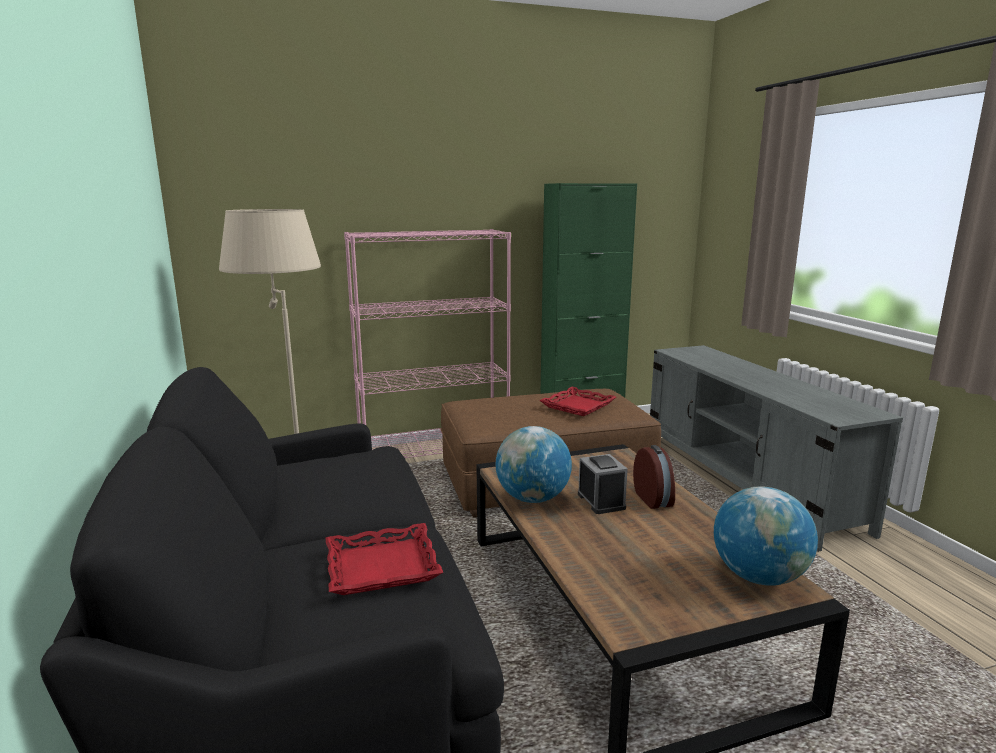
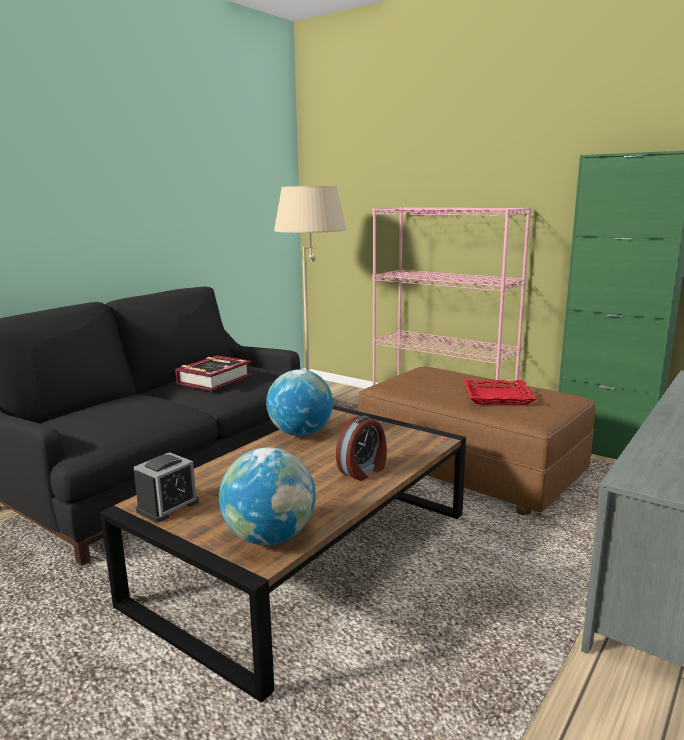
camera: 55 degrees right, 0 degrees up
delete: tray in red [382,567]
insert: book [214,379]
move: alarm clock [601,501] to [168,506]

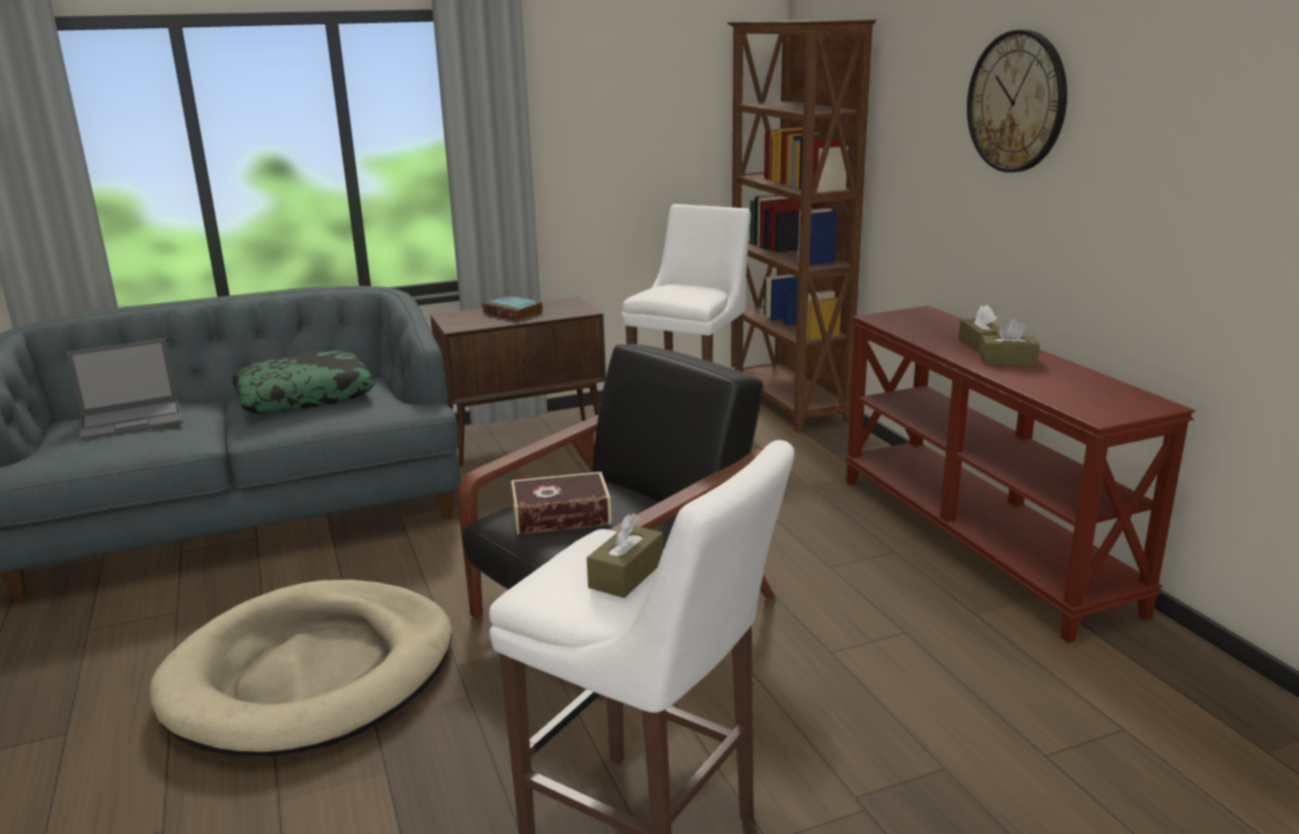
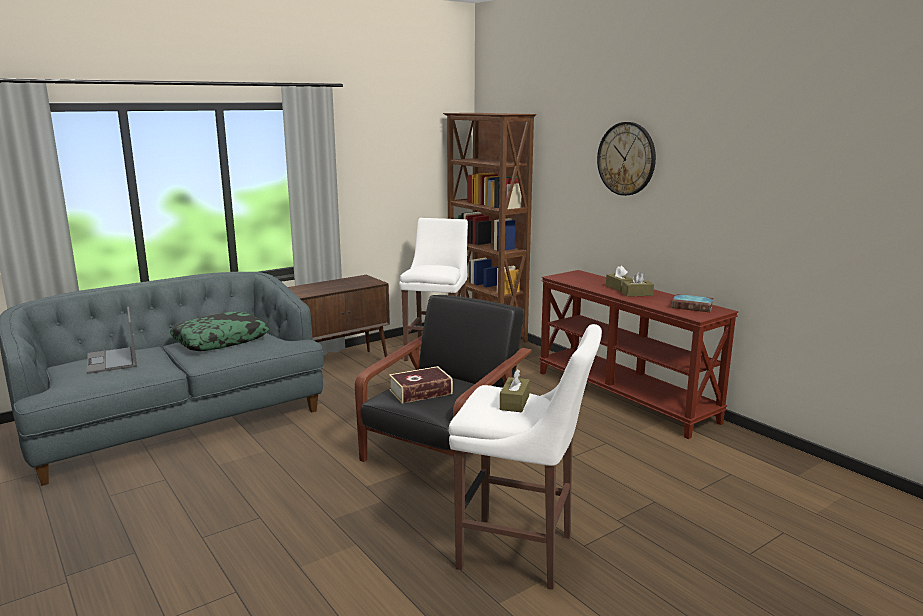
camera: 15 degrees left, 5 degrees down
delete: dog bed in beige [312,674]
move: book [514,312] to [693,306]
rotate: laptop [133,420] = [112,360] 105 degrees clockwise

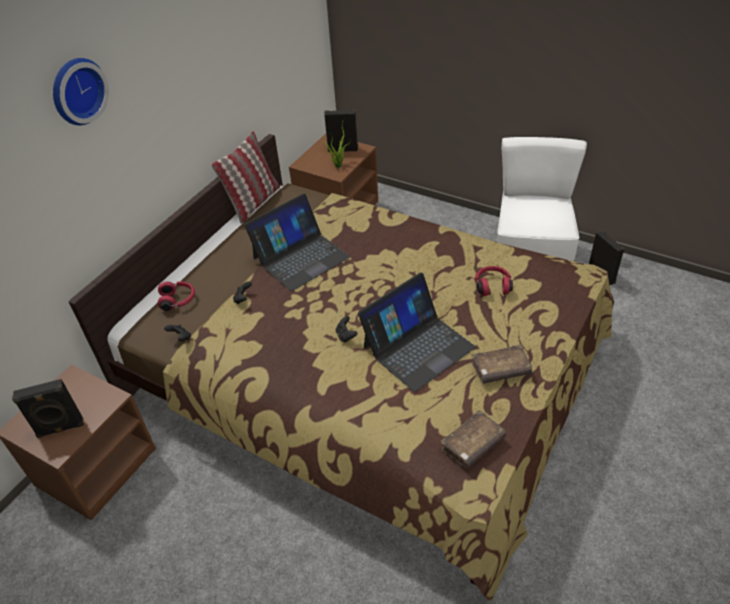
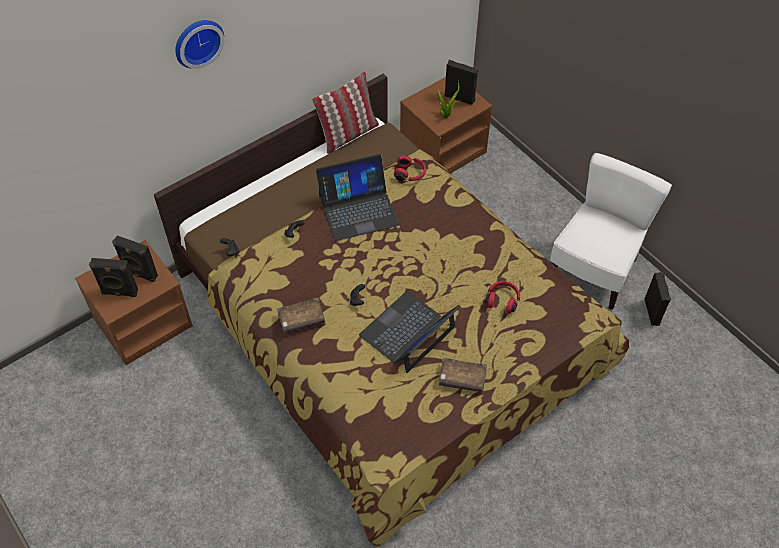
camera: 20 degrees right, 10 degrees up
insert: speaker in black [140,274]
move: book in brown [472,444] to [301,319]; headphones in red [178,300] to [410,174]
rotate: laptop [417,347] = [408,332] 150 degrees clockwise

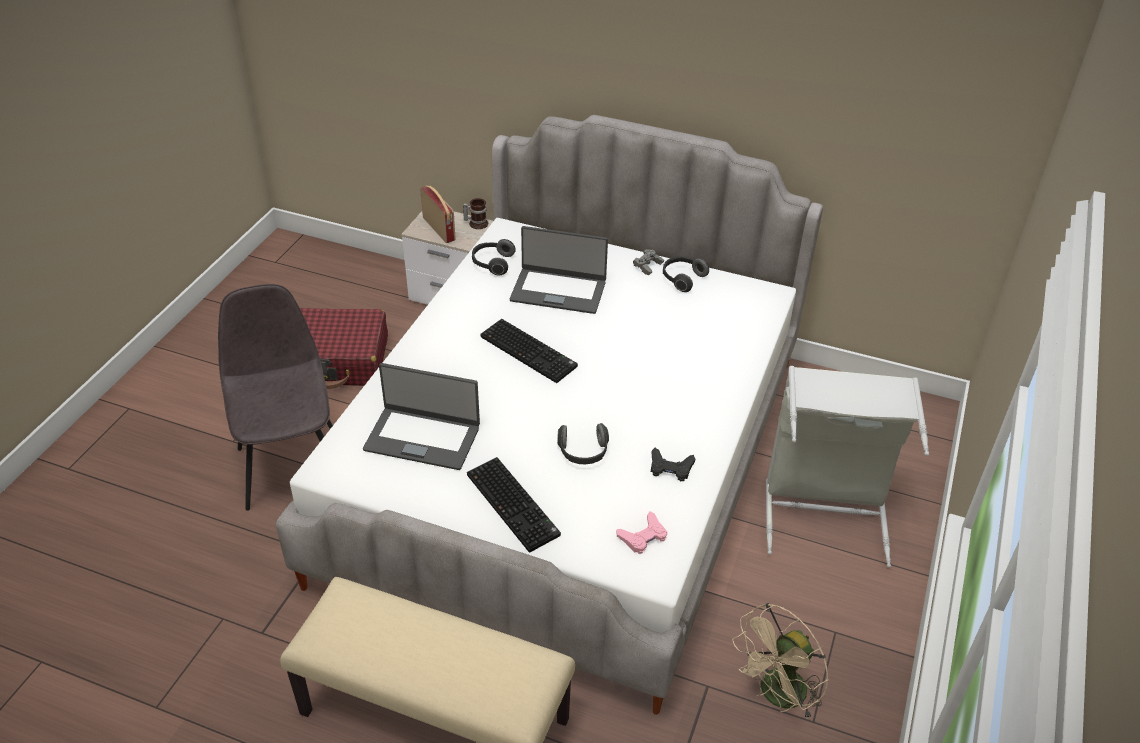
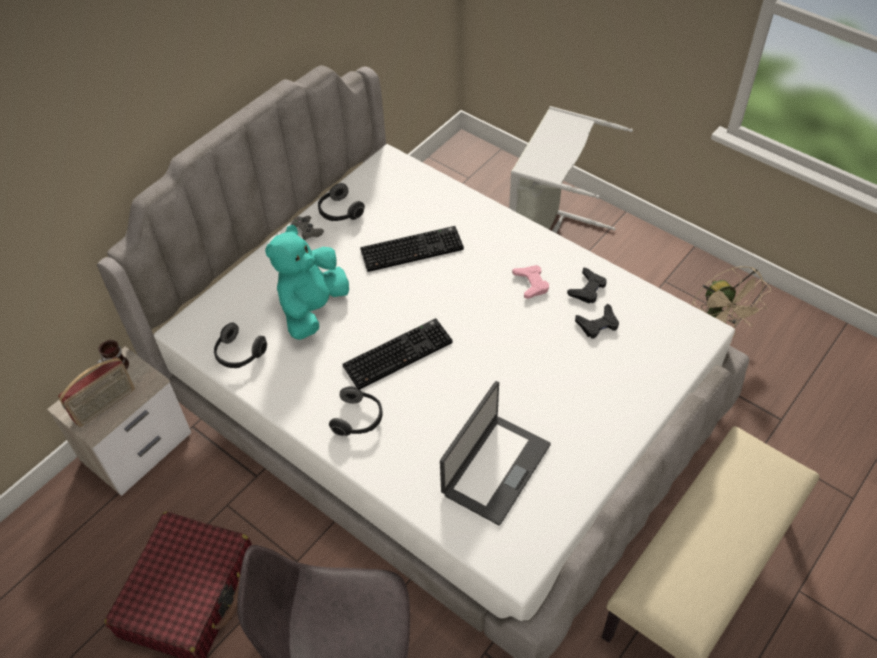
camera: 70 degrees left, 10 degrees up
insert: game controller in black [598,324]
move: headphones [583,453] to [359,419]; keyboard [515,505] to [412,248]; game controller in pink [643,537] to [531,284]
replace: laptop [558,290] to plush toy in turquoise [312,309]
rotate: radio [439,229] = [105,405] 150 degrees clockwise

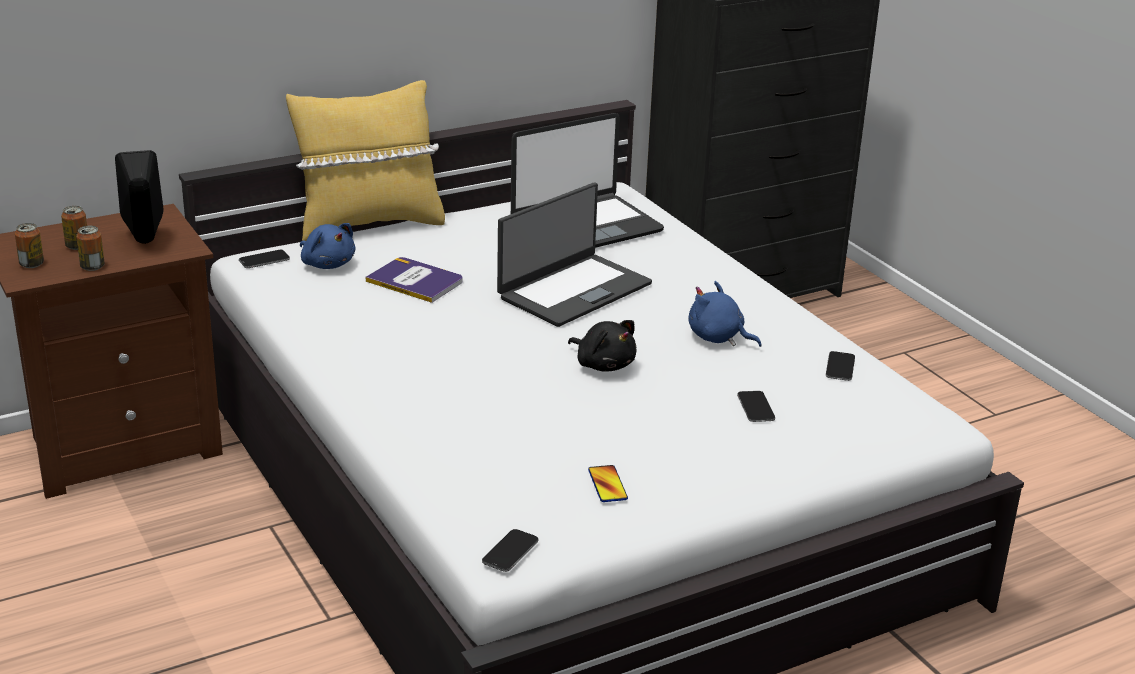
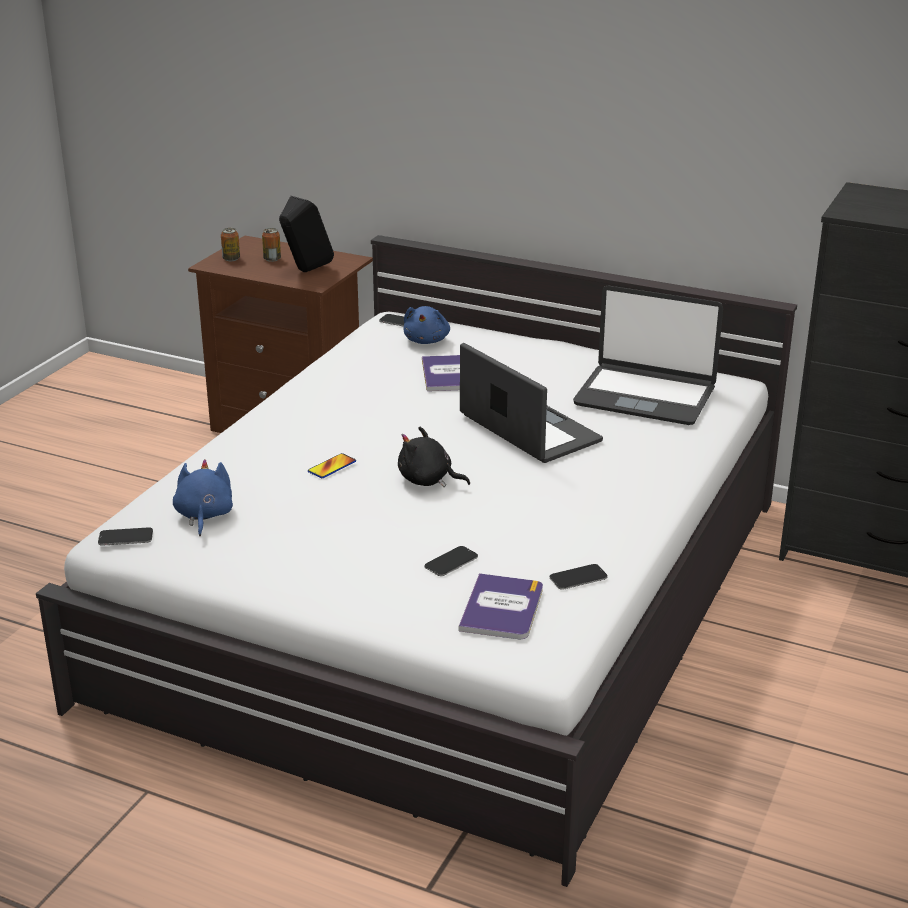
camera: 55 degrees right, 0 degrees up
delete: can [92,267]; pillow in yellow [368,225]
insert: book [502,608]
move: plush toy in blue [718,338] to [204,516]; phone [607,485] to [332,467]
rotate: plush toy in black [603,364] = [428,480] 105 degrees clockwise; laptop [573,290] = [528,429] 135 degrees counterclockwise

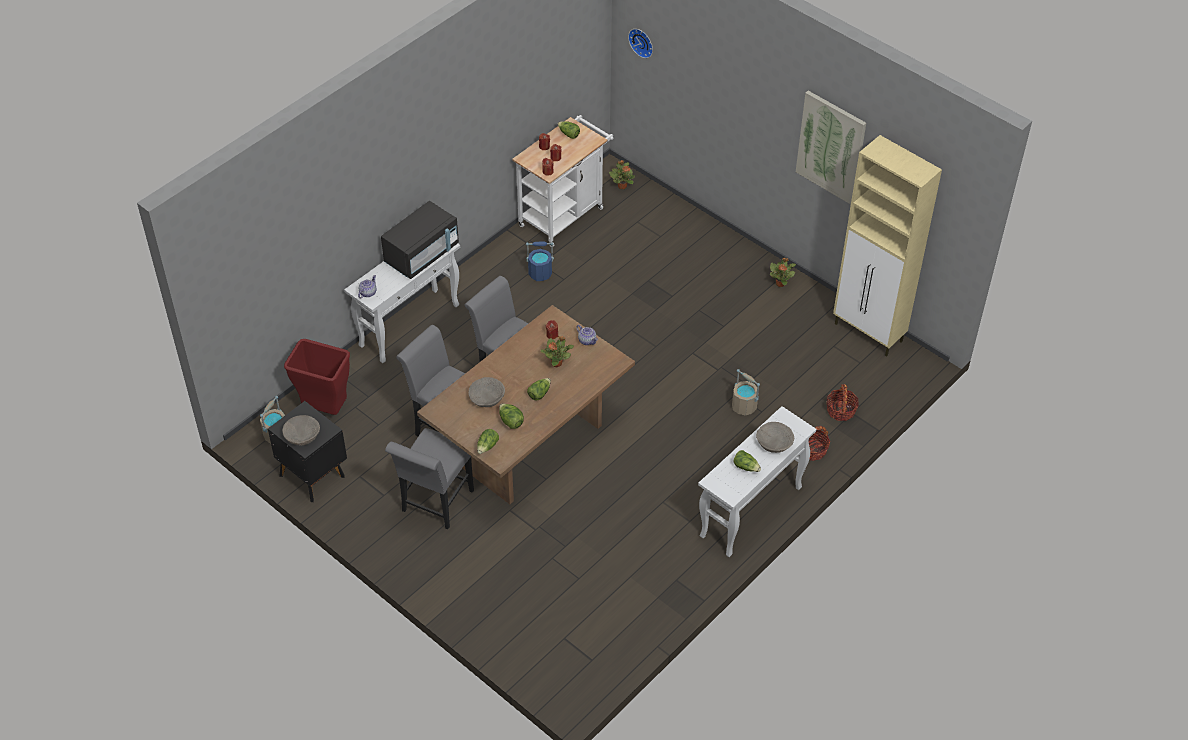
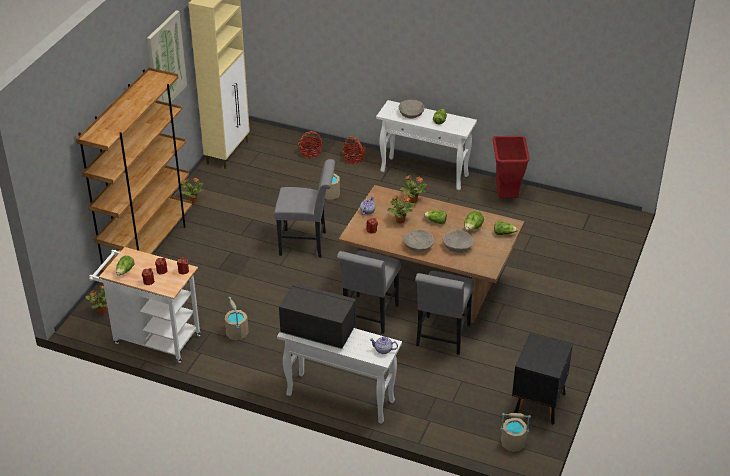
camera: 110 degrees left, 10 degrees down
delete: wall clock [642,42]
insert: bookcase in brown [149,248]; potted plant [412,200]
move: chair in grey [435,504] to [307,243]; bowl in beige [302,435] to [418,246]; trash can in red [325,410] to [507,197]
recolor: bucket in blue [540,273] to bucket in beige [236,333]

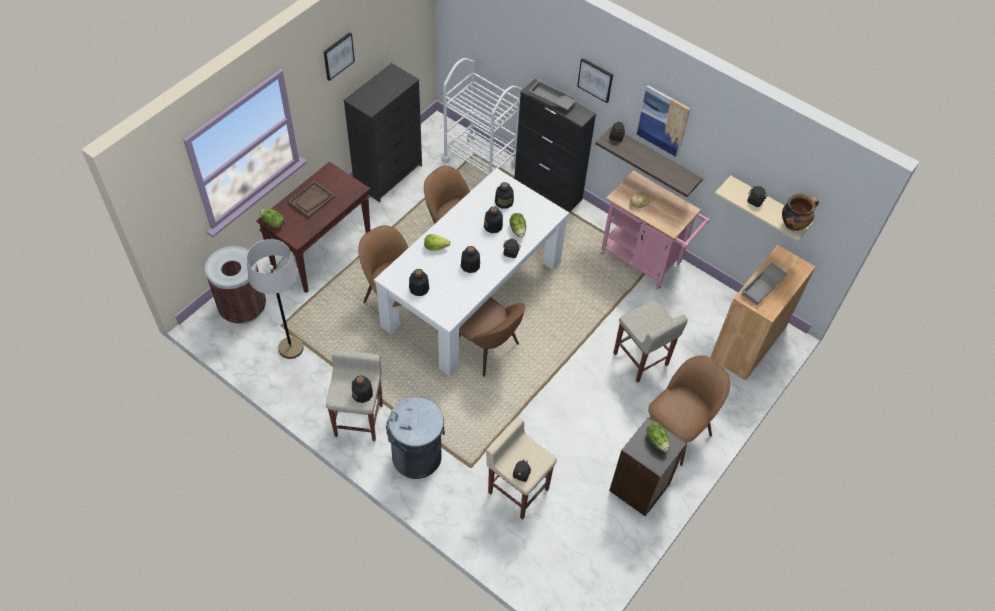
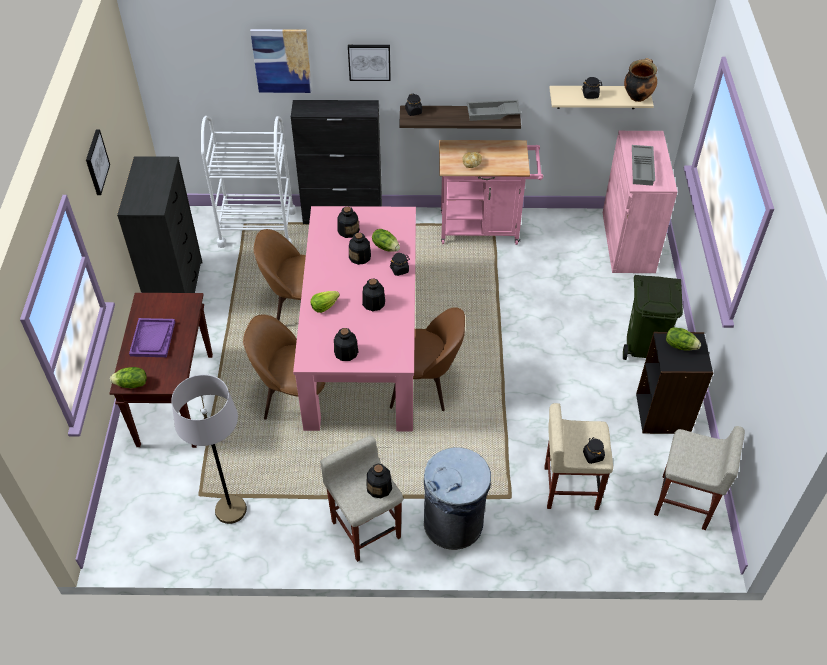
camera: 35 degrees left, 5 degrees down
delete: trash can in brown [243,308]
move: picture [663,121] to [282,60]; tray in grey [551,99] to [492,114]; stool in beige [641,359] to [685,502]
replace: chair in brown [677,430] to trash can in green [645,346]
recolor: tray in brown [312,200] to tray in purple [153,339]; dining table in white [473,293] to dining table in pink [362,345]; cabinet in brown [748,342] to cabinet in pink [628,242]

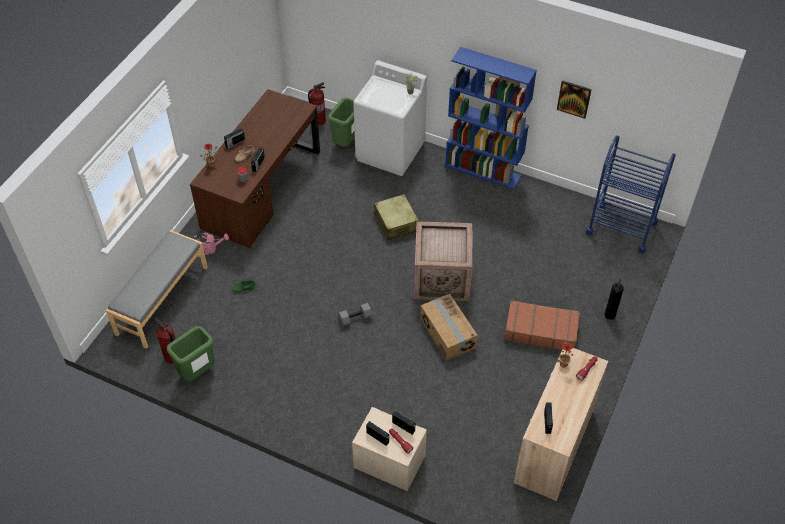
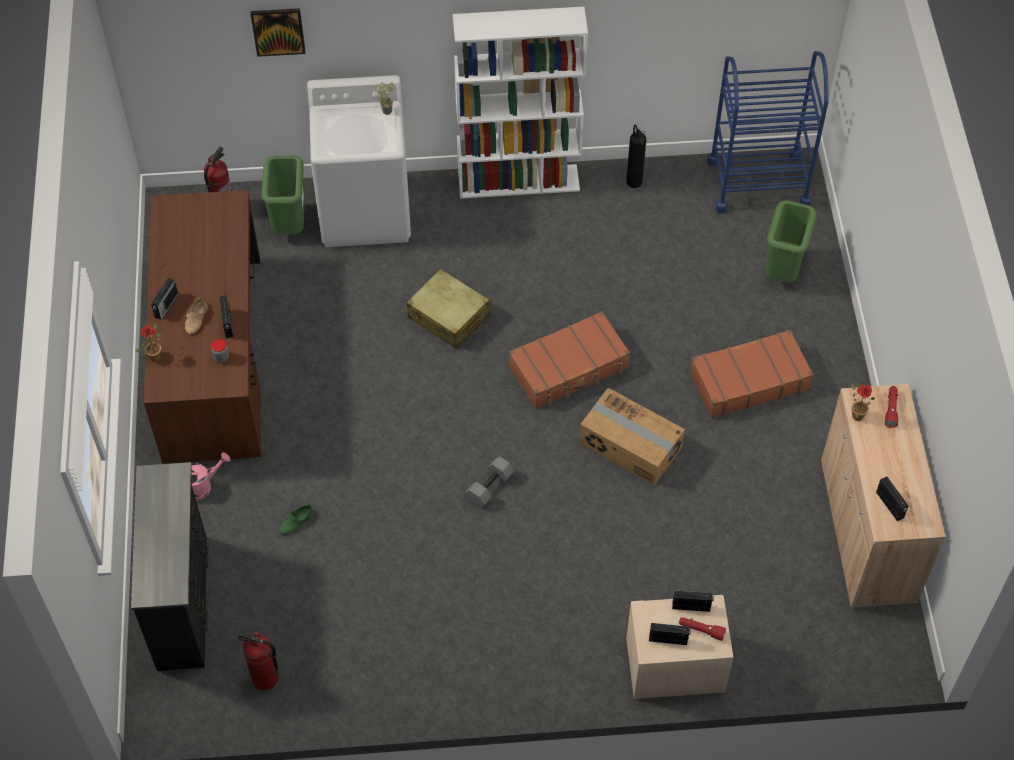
camera: 30 degrees left, 5 degrees up
move: picture [574,98] to [278,31]; fire extinguisher [610,314] to [633,181]; trash can in green [197,373] to [783,272]
replace: bench in grey [161,300] to dresser in black [184,601]; crate [442,277] to suitcase in brown [569,368]
recolor: bookcase in blue [483,170] to bookcase in white [519,181]

